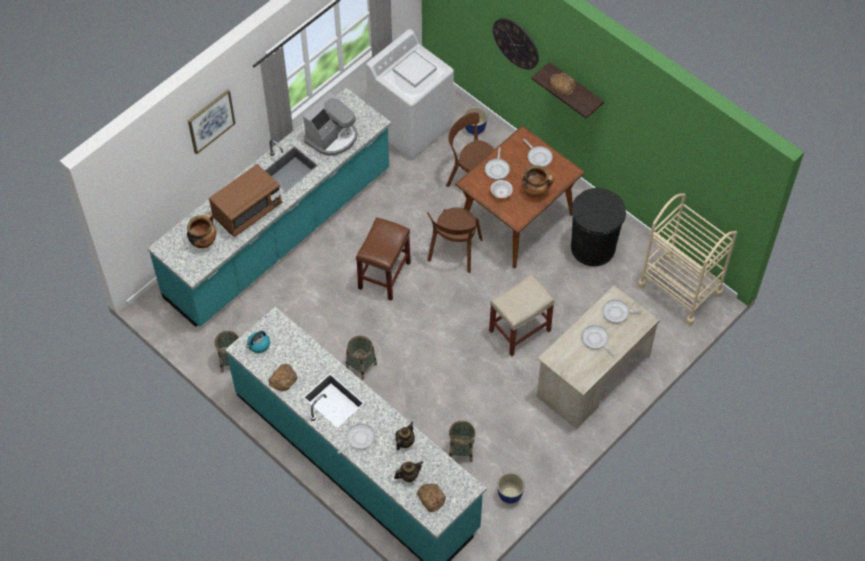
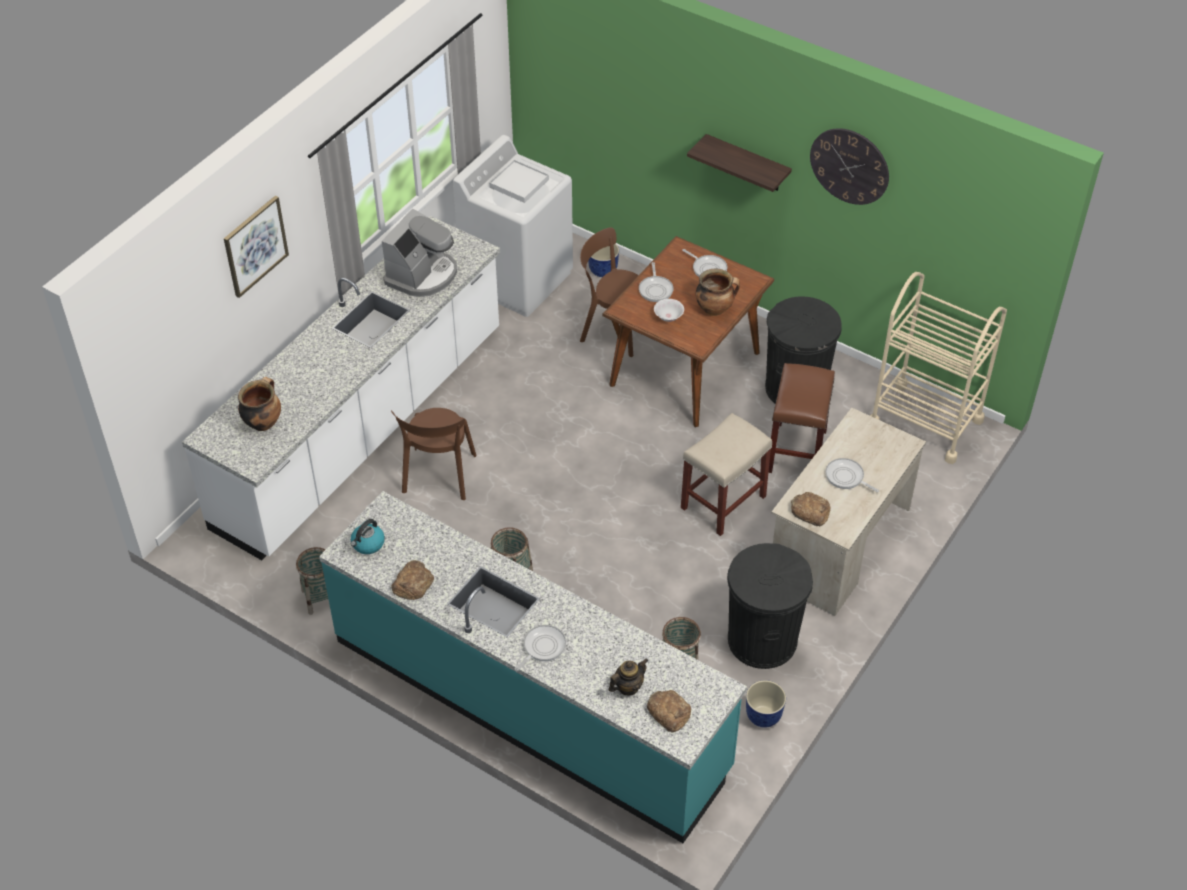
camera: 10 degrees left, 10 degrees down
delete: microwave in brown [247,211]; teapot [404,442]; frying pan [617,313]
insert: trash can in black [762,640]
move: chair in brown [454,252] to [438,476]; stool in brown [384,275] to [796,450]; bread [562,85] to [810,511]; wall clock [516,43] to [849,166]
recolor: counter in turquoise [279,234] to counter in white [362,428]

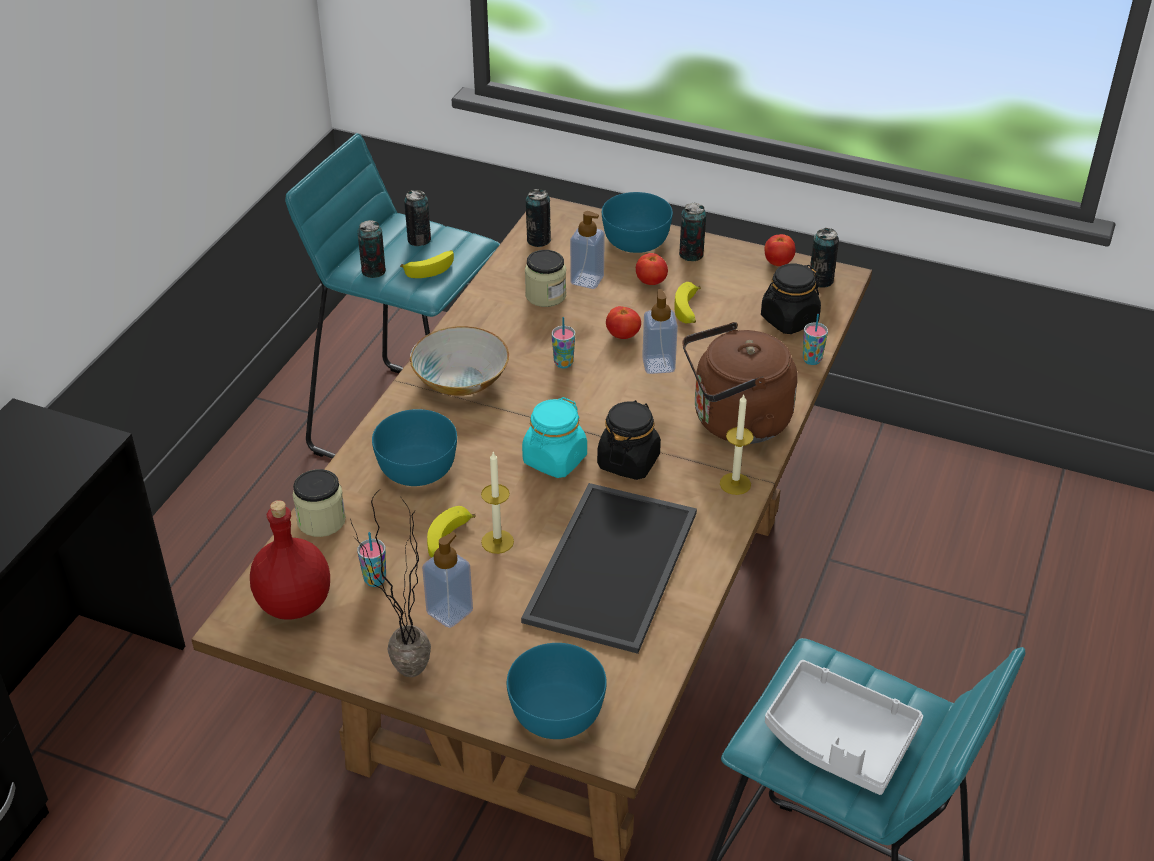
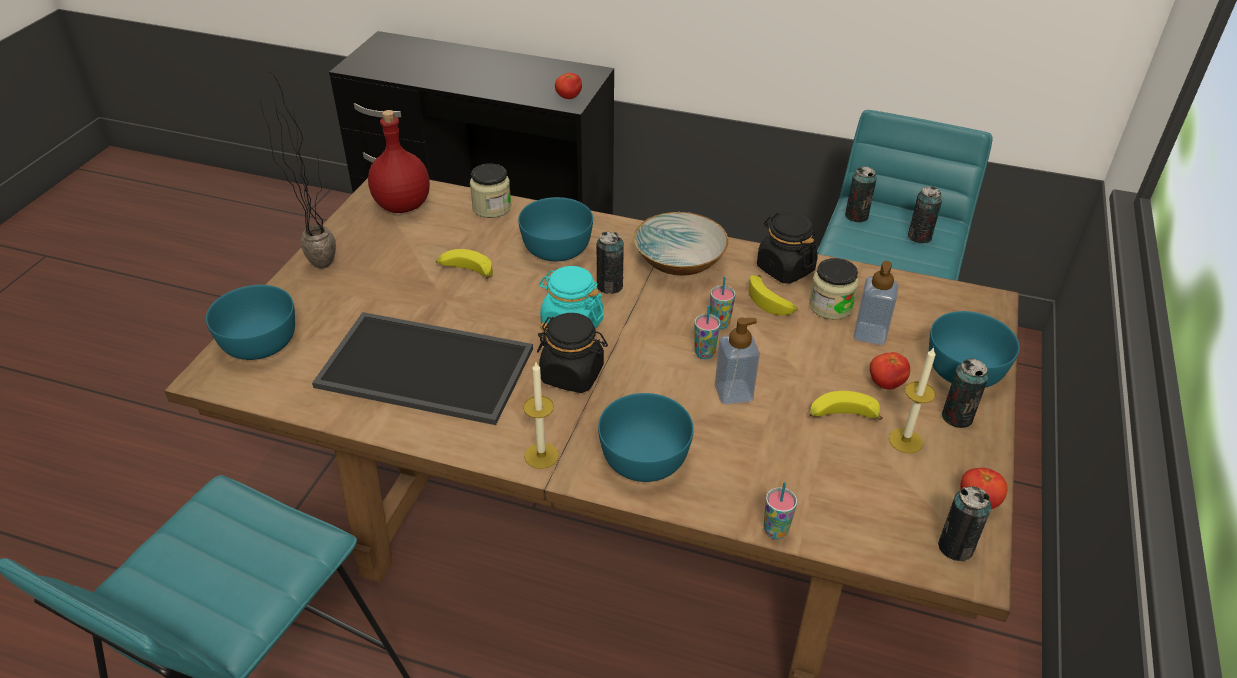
camera: 85 degrees right, 0 degrees up
delete: soap dispenser [449,611]; tray in grey [838,739]
move: tomato [623,335] to [568,97]; can [538,240] to [609,286]; cup [375,580] to [704,353]; banana [431,268] to [771,302]; jar in black [789,320] to [785,269]; candle [497,541] to [905,440]
replace: kettle in brown [735,422] to bowl in turquoise [644,456]

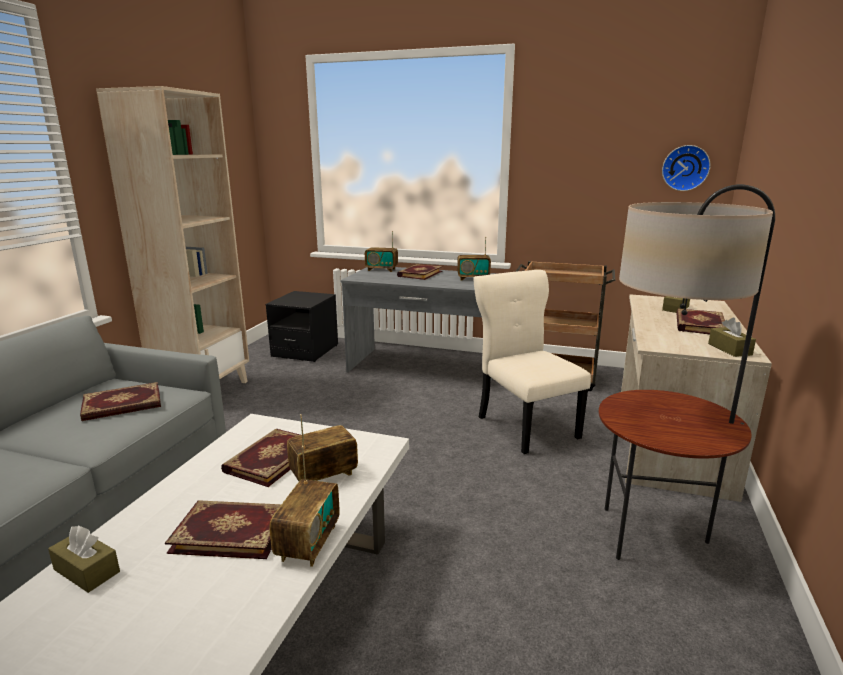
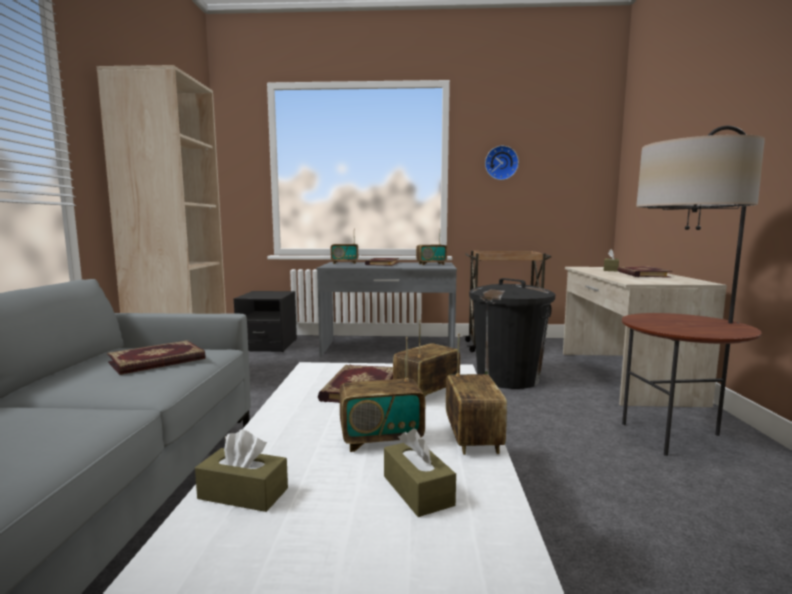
camera: 15 degrees left, 10 degrees down
move: tissue box in brown [729,349] to [417,490]; wall clock [685,168] to [501,163]
replace: book [231,531] to radio [381,440]; chair in beige [525,425] to trash can in black [507,378]

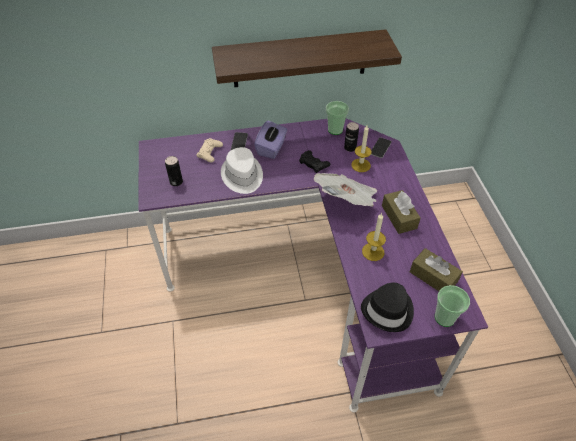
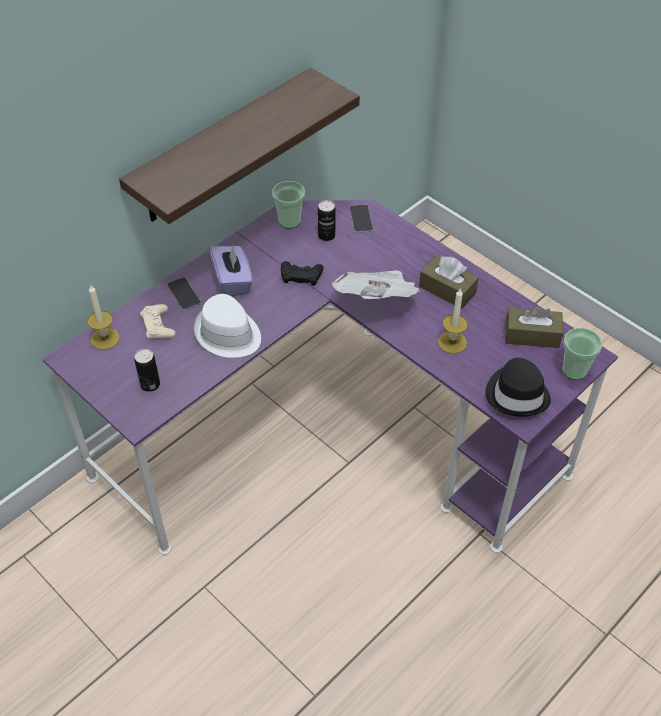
camera: 35 degrees left, 0 degrees up
move: candle [360,165] to [105,338]

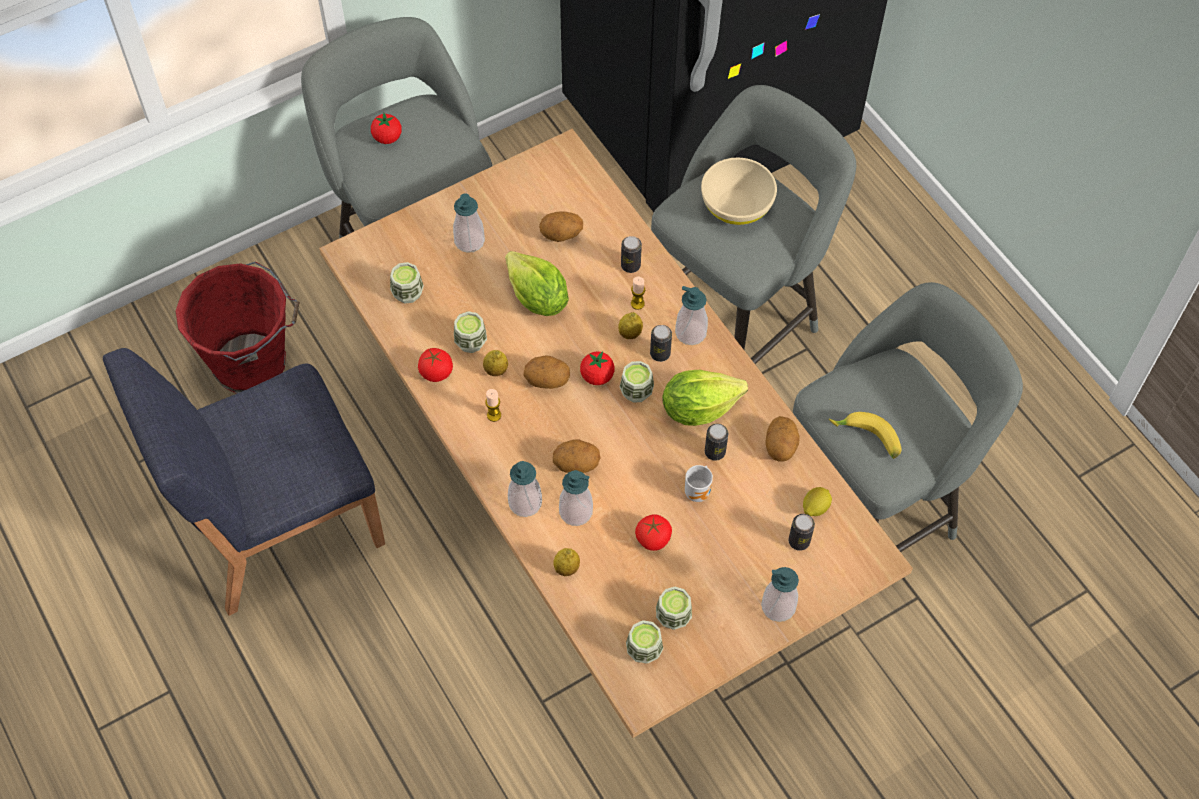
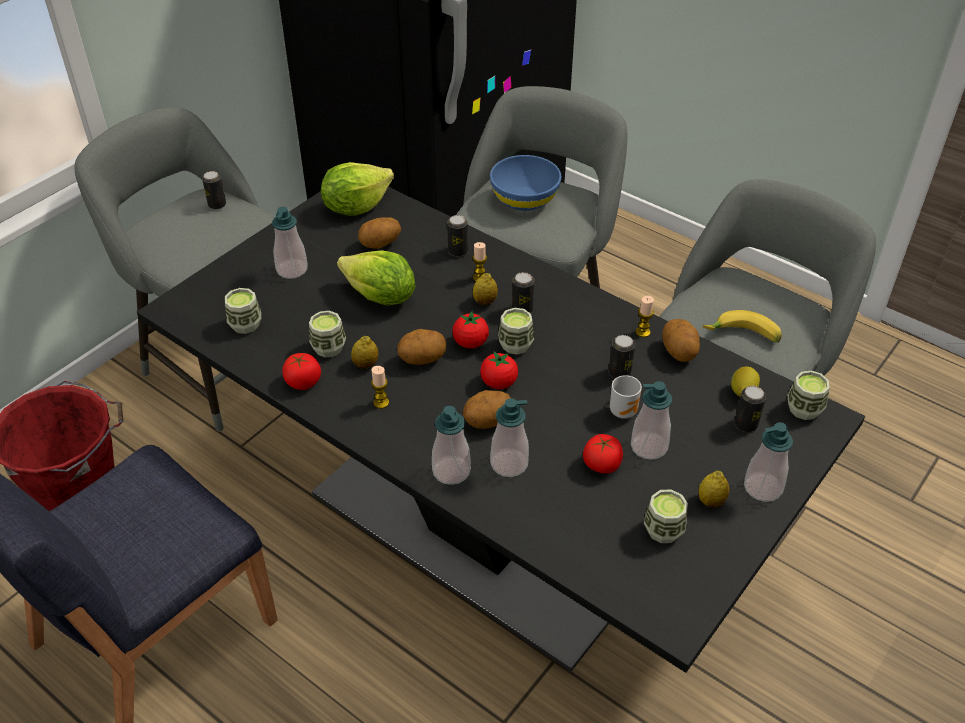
camera: 20 degrees left, 15 degrees down
insert: can [217,205]; candle [642,332]
move: lettuce [698,408] to [355,206]; tomato [387,138] to [499,383]; soap dispenser [690,333] to [649,446]; lemon [566,568] to [711,501]; cup [644,650] to [804,409]
recolor: dining table in beige [598,515] to dining table in black [482,527]; bowl in beige [736,206] to bowl in blue [524,199]

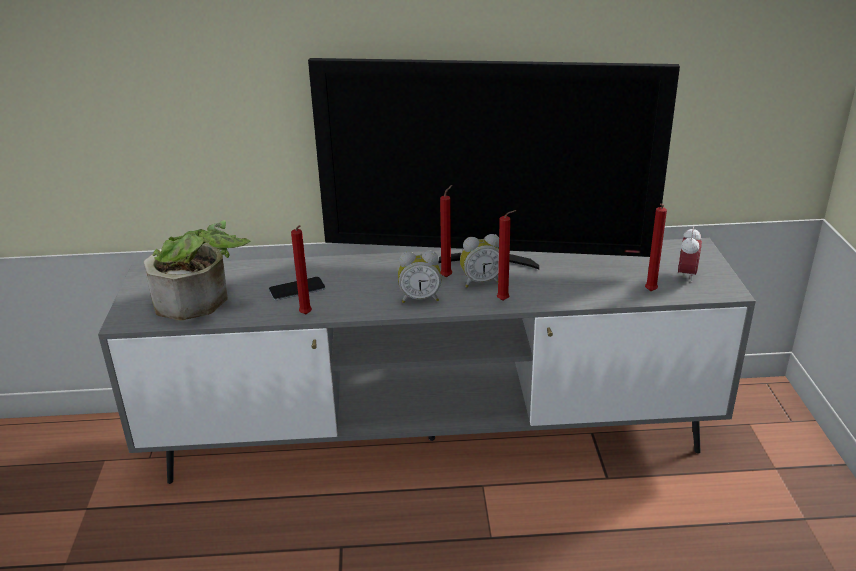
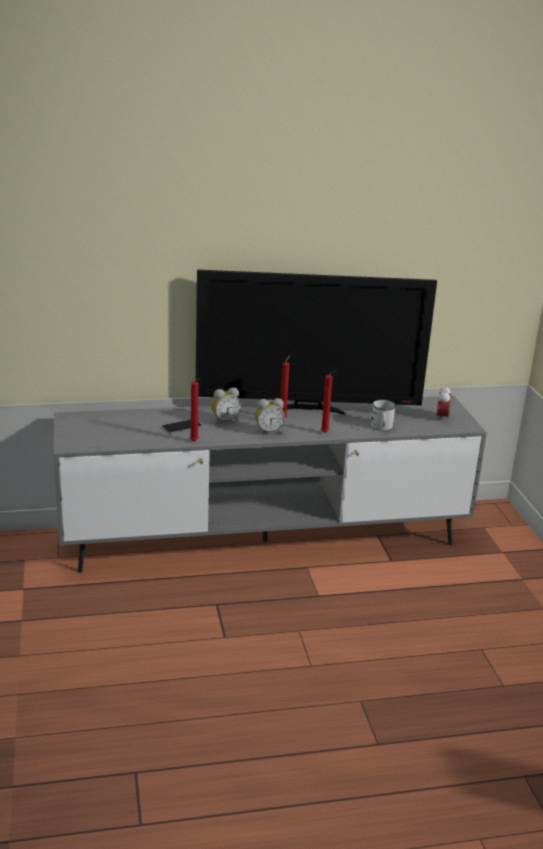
camera: 10 degrees left, 5 degrees down
delete: potted plant [200,301]; candle in red [650,292]
insert: mug in white [382,427]
move: alarm clock [480,281] to [225,421]

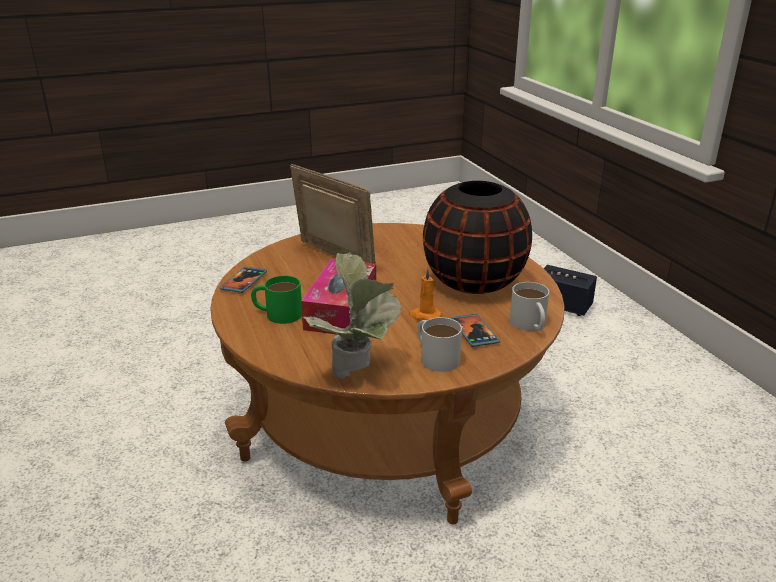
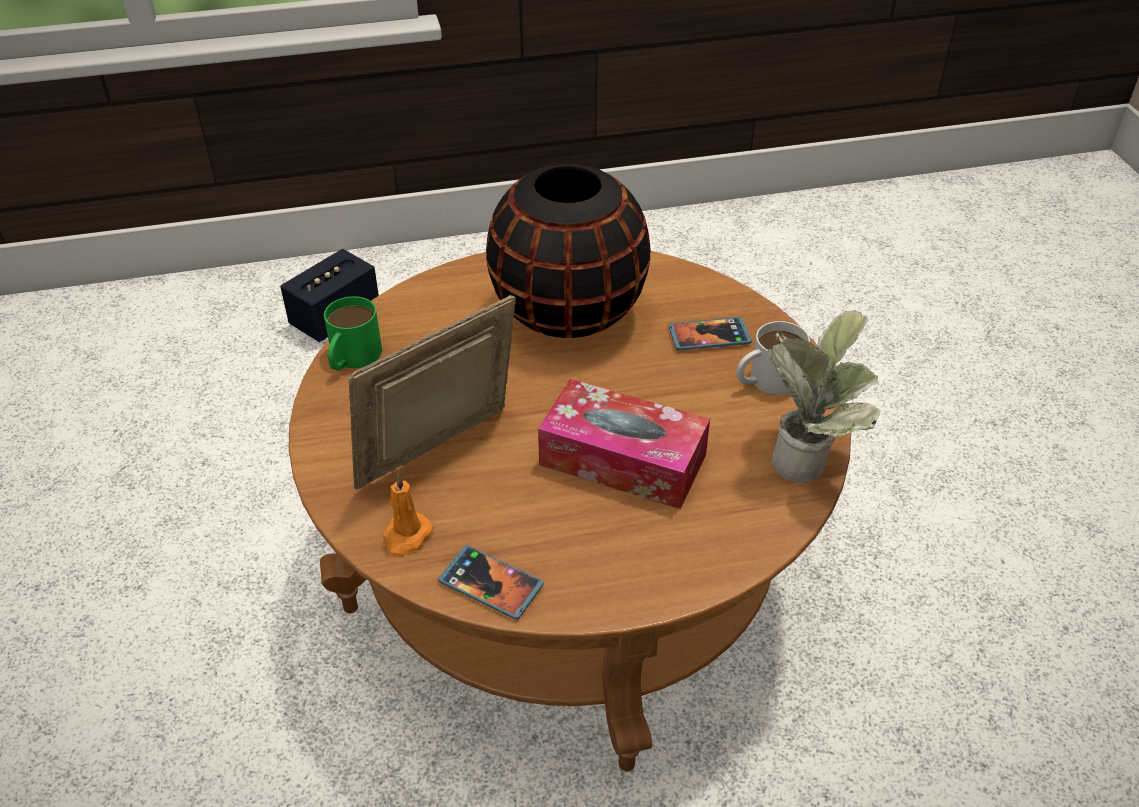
camera: 80 degrees left, 15 degrees up
delete: mug in white [530,325]
move: mug in green [277,313] to [351,358]; candle in orange [424,315] to [406,537]

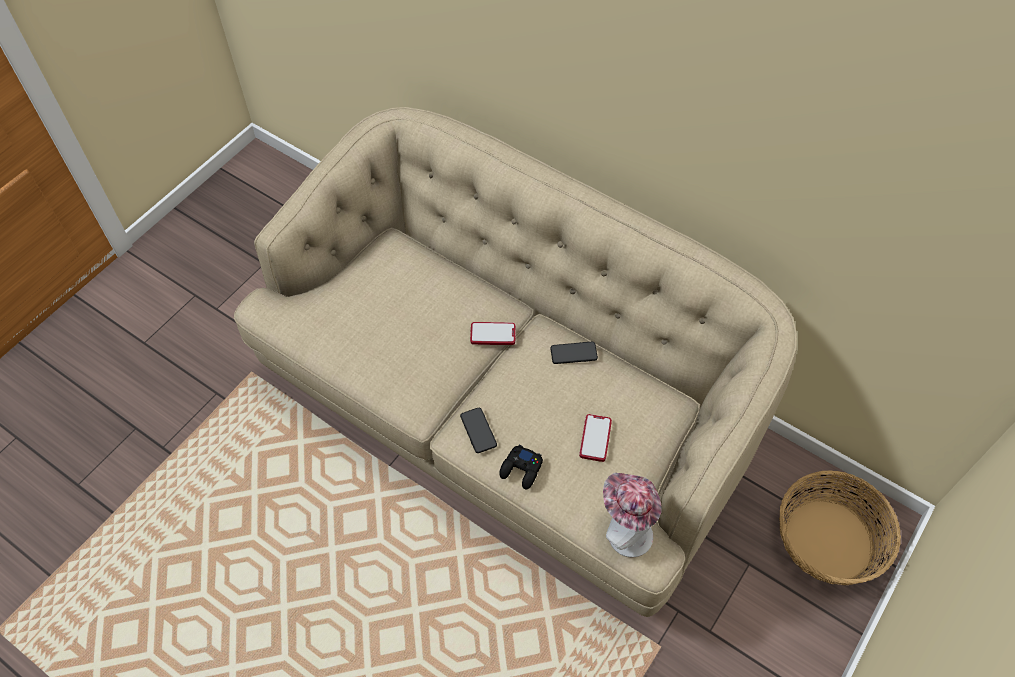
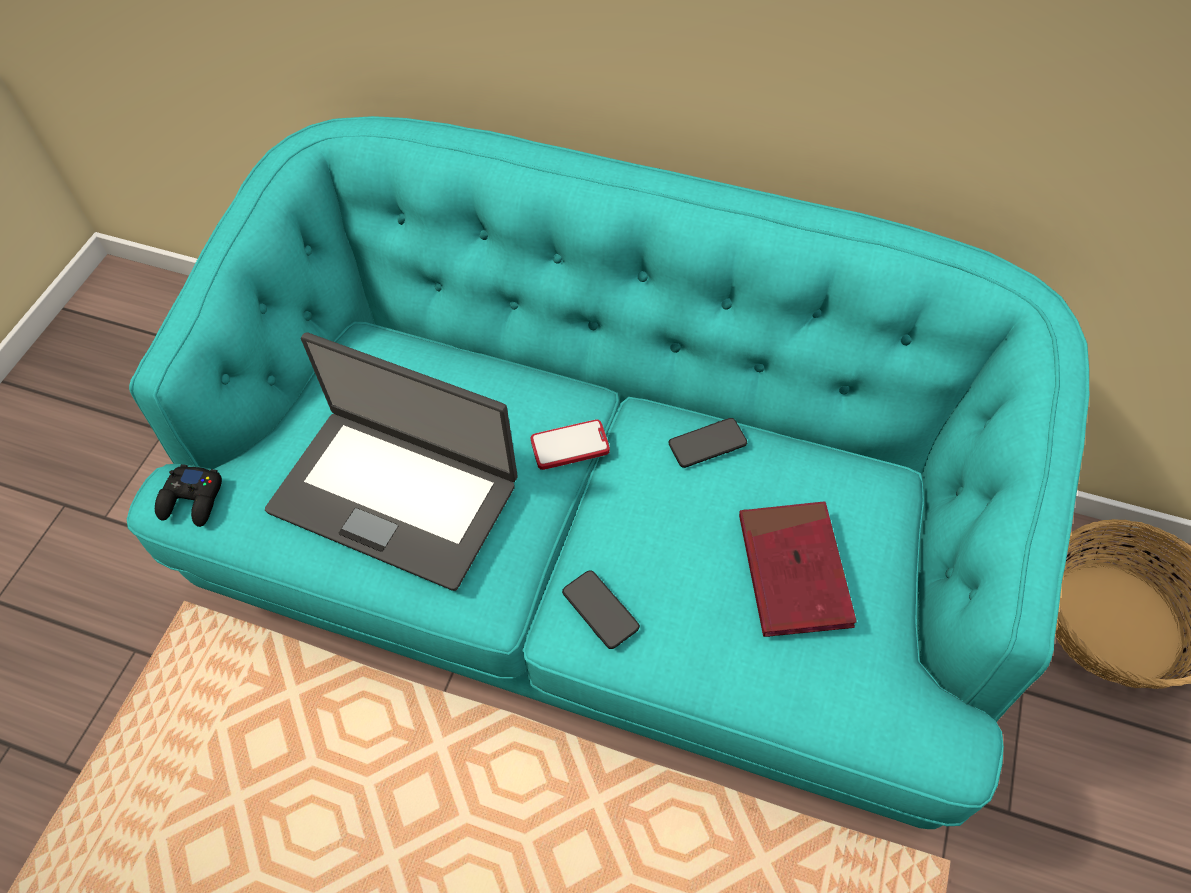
camera: 15 degrees left, 0 degrees up
delete: hat [625,531]
insert: laptop [395,494]
move: game controller in black [521,469] to [193,500]
replace: phone [595,438] to book in red [793,571]
recolor: sofa in beige [508,413] to sofa in turquoise [599,560]

